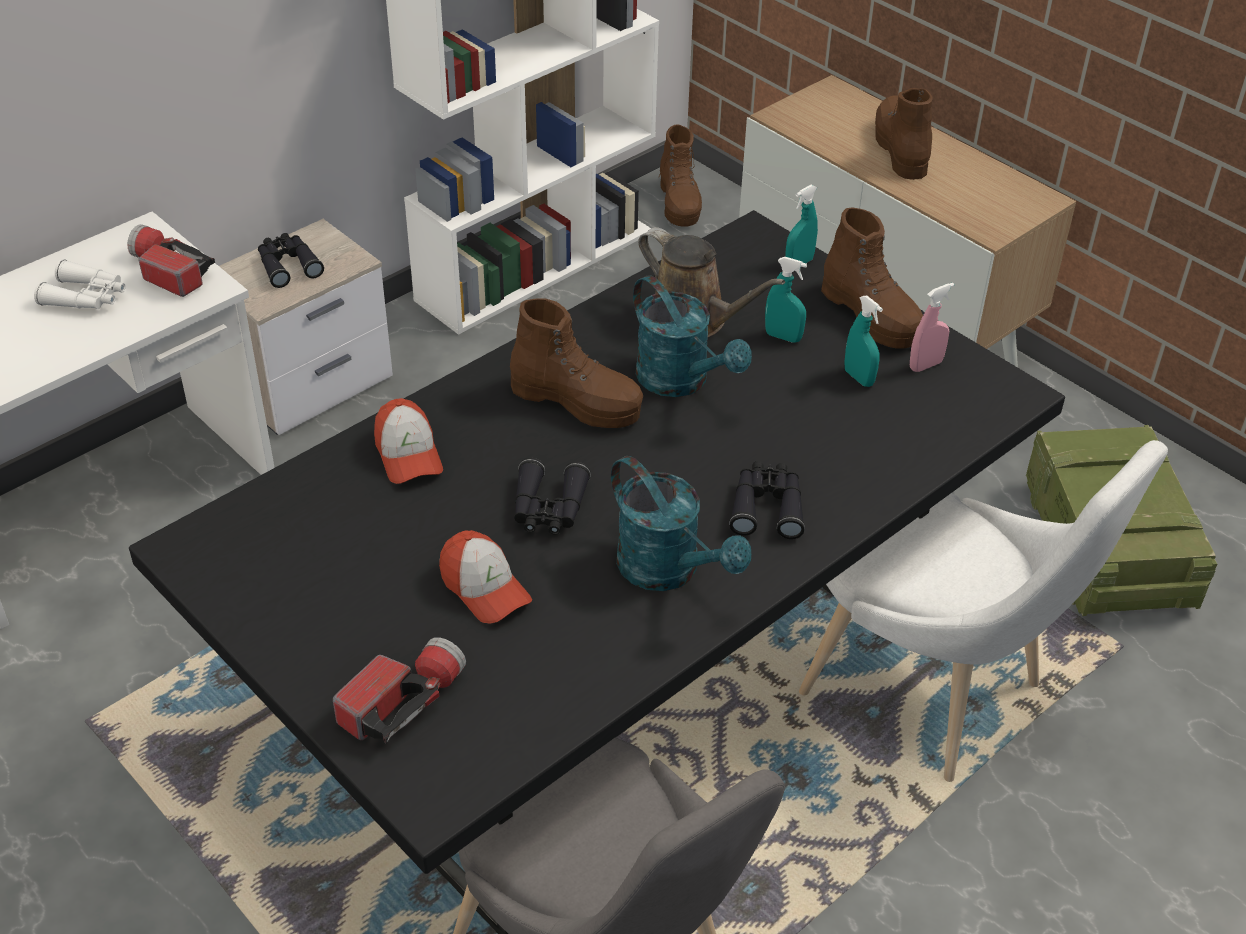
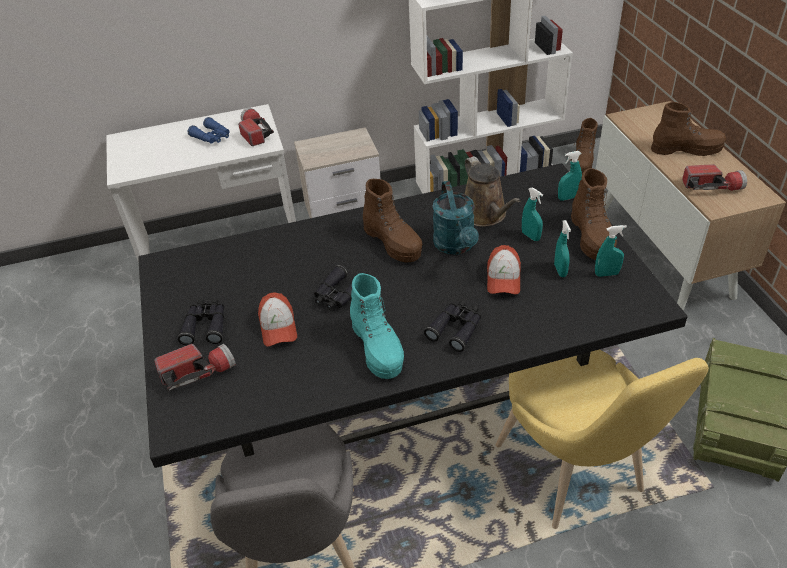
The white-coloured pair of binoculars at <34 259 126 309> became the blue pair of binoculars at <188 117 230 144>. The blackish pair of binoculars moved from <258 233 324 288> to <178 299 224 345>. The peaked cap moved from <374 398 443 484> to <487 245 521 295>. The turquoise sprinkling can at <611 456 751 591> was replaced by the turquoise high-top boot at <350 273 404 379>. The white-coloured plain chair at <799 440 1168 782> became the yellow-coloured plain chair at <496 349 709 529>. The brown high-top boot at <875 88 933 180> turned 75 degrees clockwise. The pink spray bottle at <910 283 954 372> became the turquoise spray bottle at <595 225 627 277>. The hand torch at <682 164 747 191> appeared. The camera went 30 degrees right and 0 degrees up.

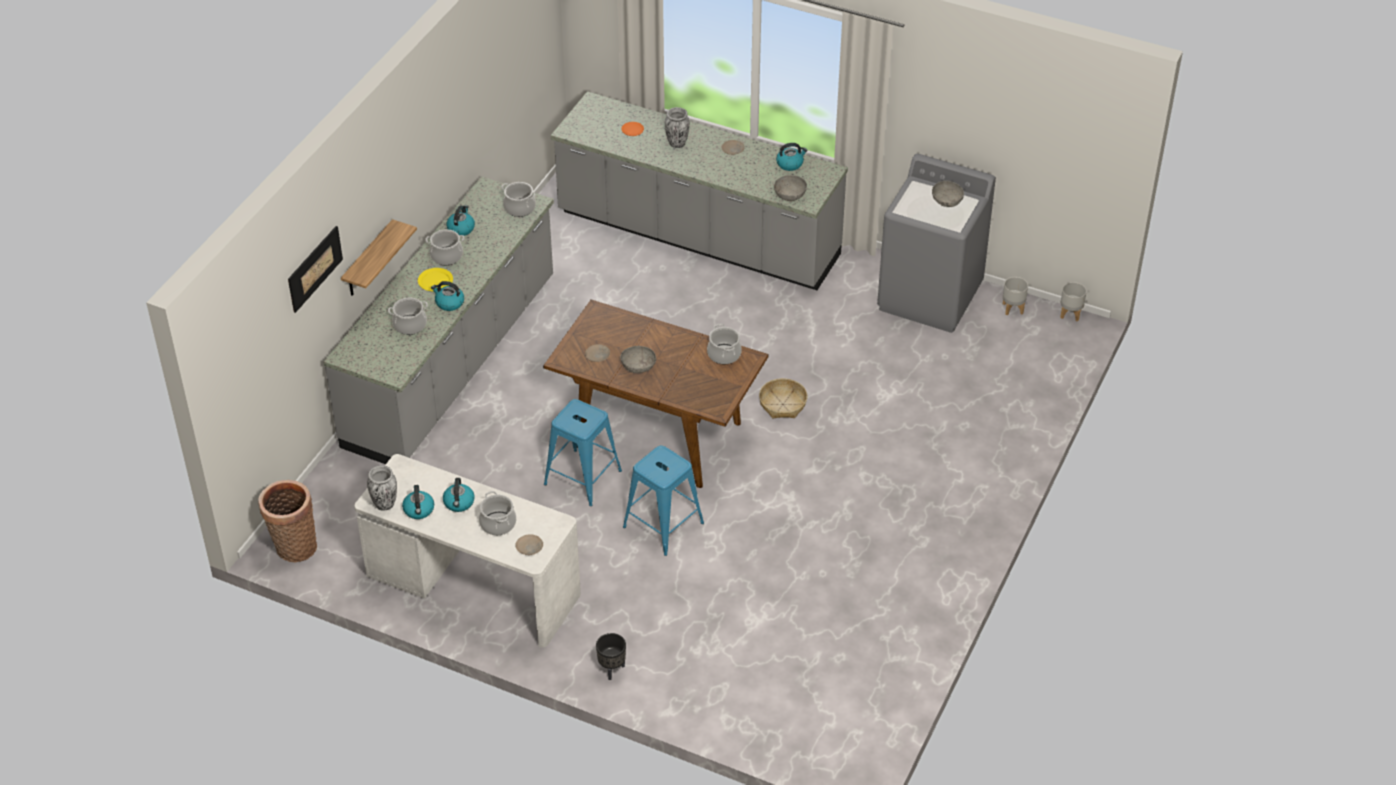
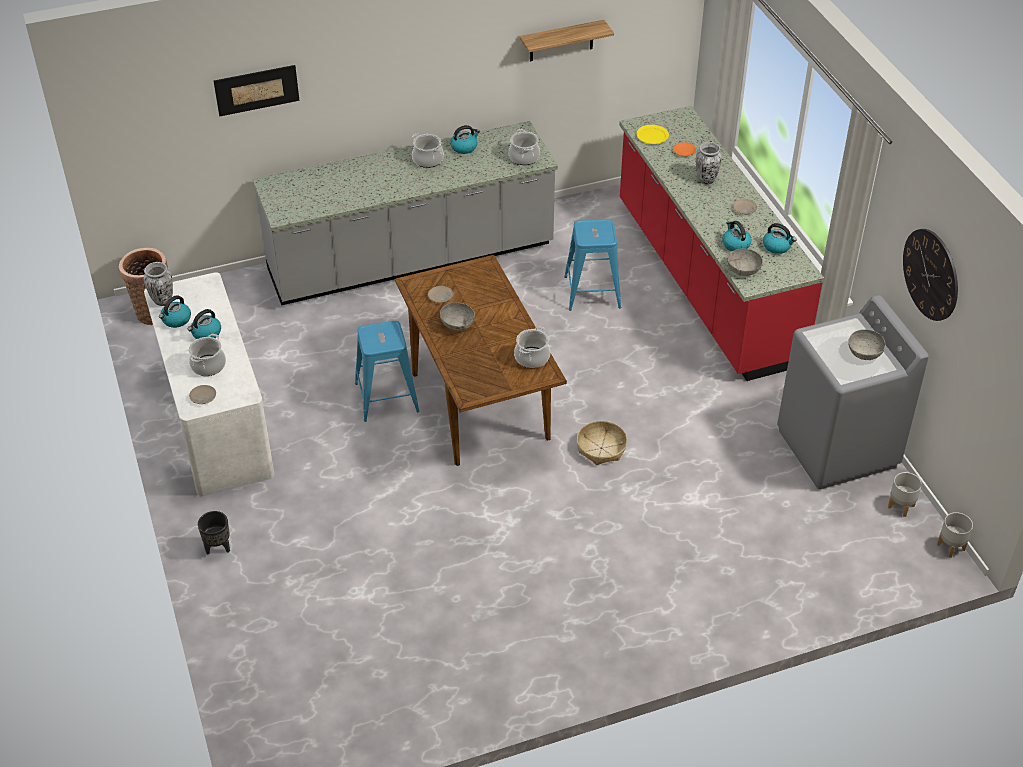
The shelf moved from <341 219 417 296> to <519 20 614 61>. The stockpot at <388 298 428 335> disappeared. The yellow-coloured flat dish moved from <418 268 453 291> to <636 125 669 144>. The tea kettle moved from <431 281 464 311> to <722 221 752 251>. The greyish kitchen counter at <551 91 848 290> became the red kitchen counter at <619 106 824 381>. The blue stool moved from <623 445 704 556> to <564 219 621 311>. The hanging clock at <903 229 958 321> appeared. The camera went 45 degrees right and 0 degrees up.

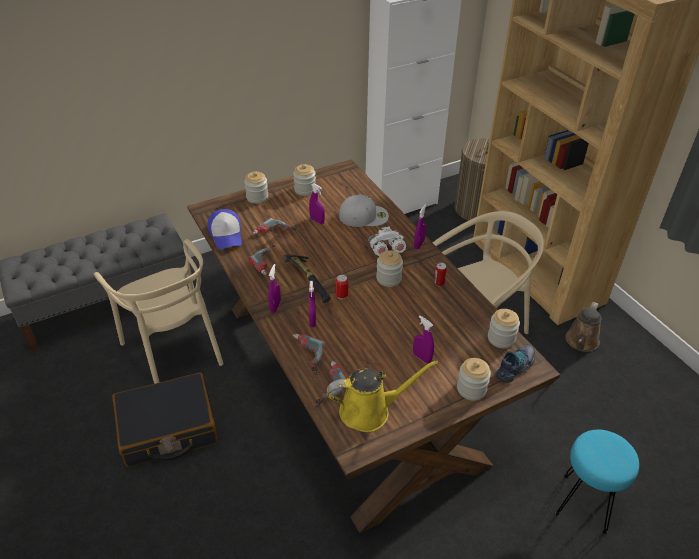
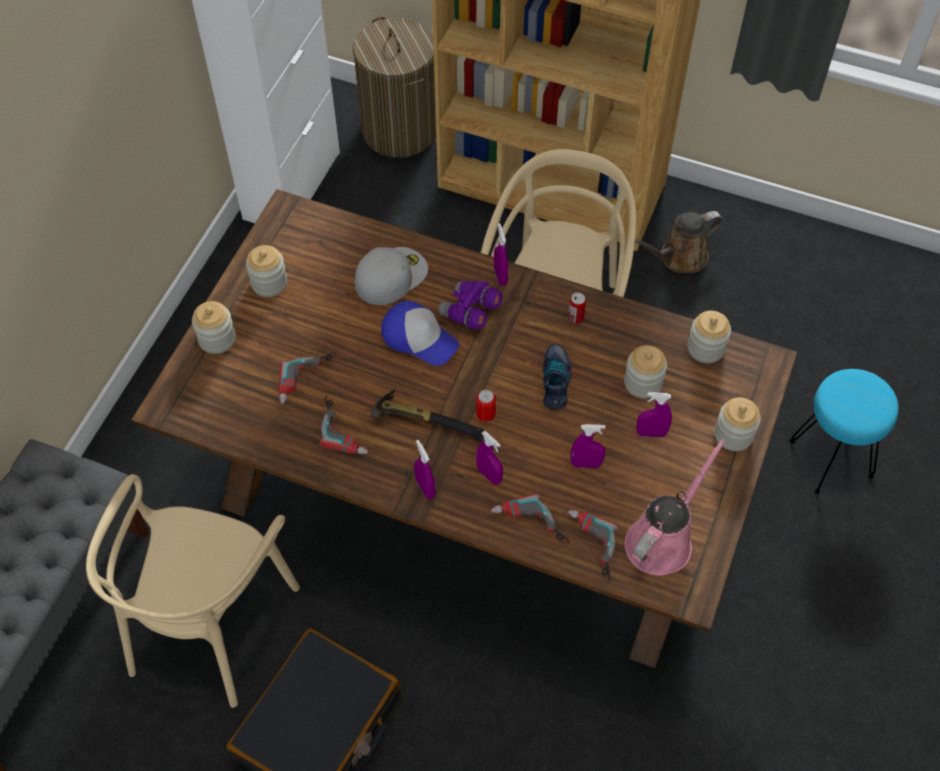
The sand-coloured plain chair at <94 239 224 384> turned 90 degrees clockwise. The peaked cap moved from <207 209 242 250> to <381 301 460 366>. The purplish spray bottle moved from <309 183 325 224> to <570 424 606 468>. The yellow-coloured sprinkling can at <327 360 438 432> became the pink sprinkling can at <625 438 726 576>. The white-coloured pair of binoculars at <368 226 406 256> became the purplish pair of binoculars at <439 280 503 329>. The preserve jar moved from <376 250 403 287> to <624 345 667 399>. The item of footwear moved from <496 345 535 383> to <542 344 572 410>. The brown sprinkling can at <566 302 602 352> turned 75 degrees clockwise. The camera went 40 degrees left and 15 degrees up.

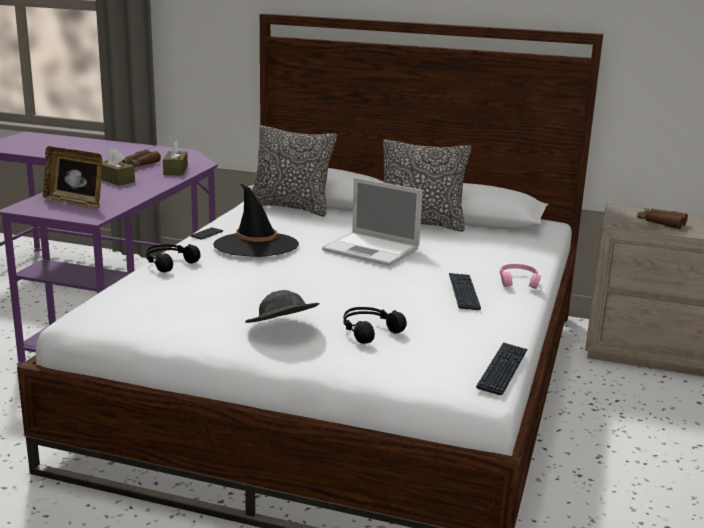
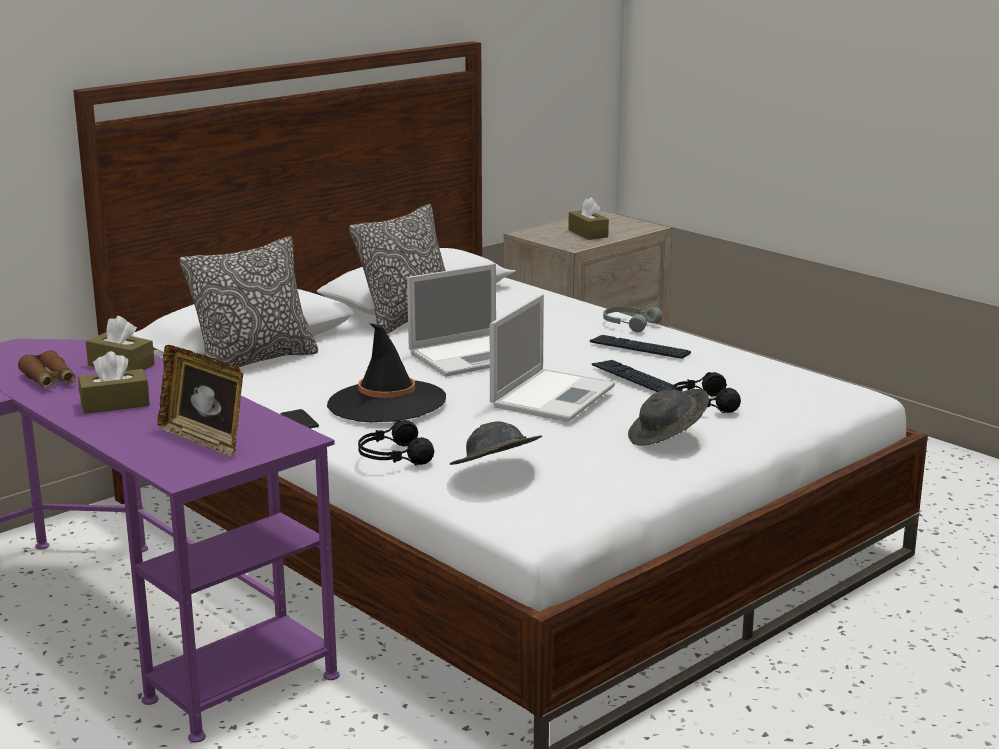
The standing frame at <43 146 102 209> turned 75 degrees clockwise. The computer keyboard moved from <476 342 528 395> to <592 360 683 392>. The pink pair of headphones at <500 264 541 289> became the greyish pair of headphones at <603 306 662 332>. The brown pair of binoculars at <637 208 688 229> was replaced by the brown box of tissues at <568 197 609 240>. The greyish hat at <450 421 542 465> appeared. The notebook computer at <490 294 615 422> appeared. The camera went 60 degrees left and 0 degrees up.

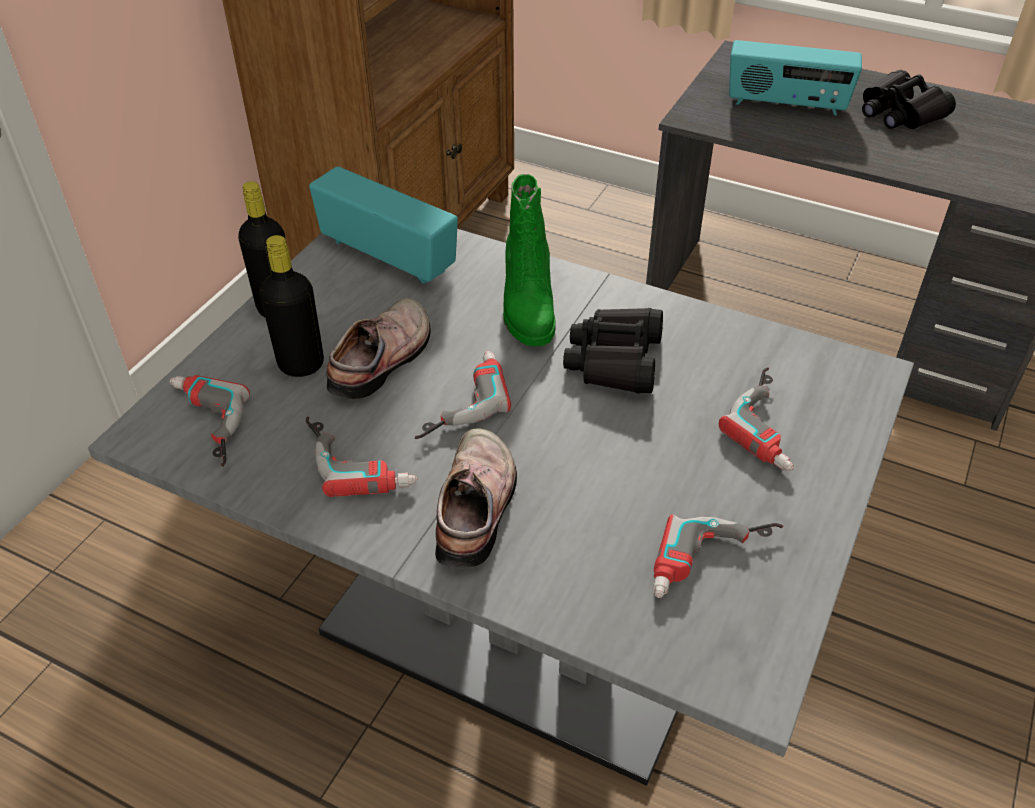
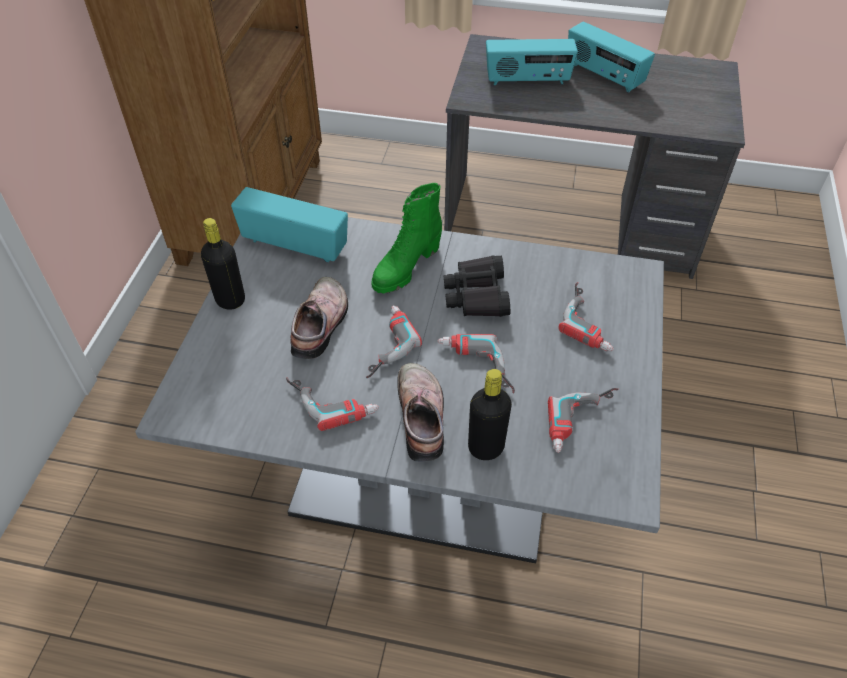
The drill moved from <169 375 250 467> to <438 334 515 393>. The blackish drink bottle moved from <260 235 324 377> to <468 369 512 460>. The greenish high-top boot at <503 174 556 347> turned 60 degrees clockwise. The blackish pair of binoculars at <862 70 956 129> was replaced by the radio receiver at <568 22 655 93>. The camera went 15 degrees left and 5 degrees up.

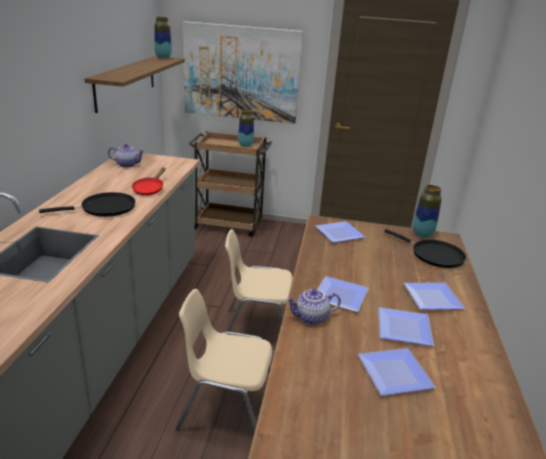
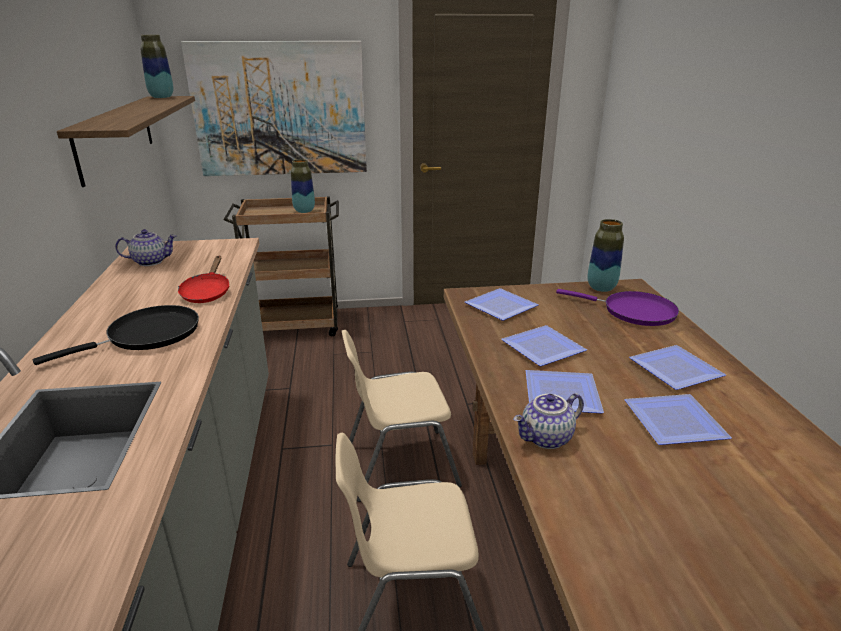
The flat dish moved from <358 348 436 396> to <501 325 587 366>. The blackish skillet at <384 229 466 268> became the purplish skillet at <556 289 679 326>. The camera went 15 degrees left and 0 degrees up.

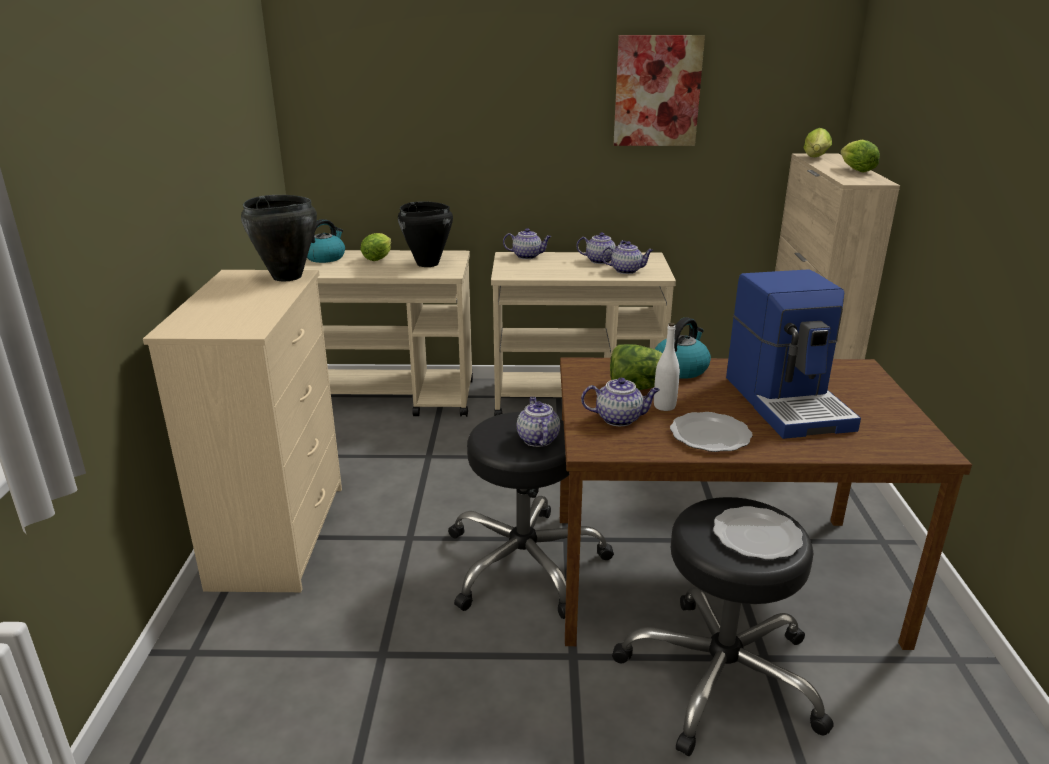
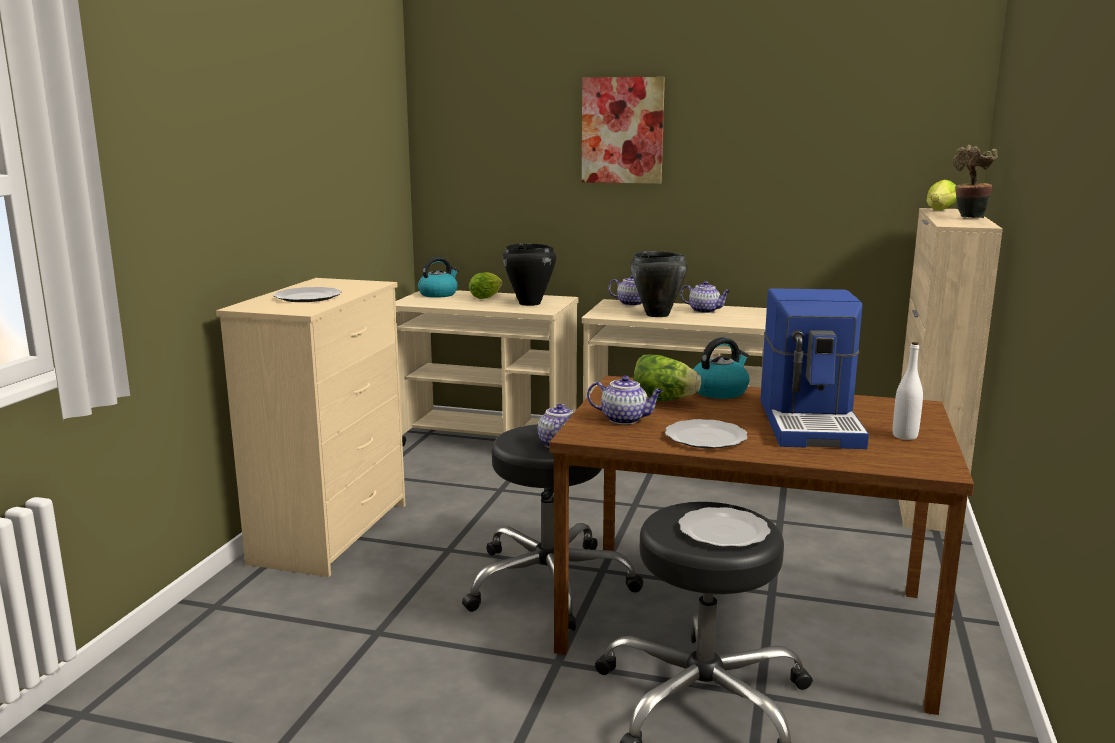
The blackish stockpot moved from <241 195 317 282> to <630 251 688 317>. The tea pot at <601 241 653 274> disappeared. The wall art moved from <613 35 705 146> to <582 77 665 184>. The white-coloured drink bottle moved from <654 323 680 411> to <893 342 923 440>. The lettuce at <840 140 880 172> was replaced by the plant in a pot at <953 145 998 218>. The flat dish at <273 287 342 302> appeared. The camera went 15 degrees right and 10 degrees down.

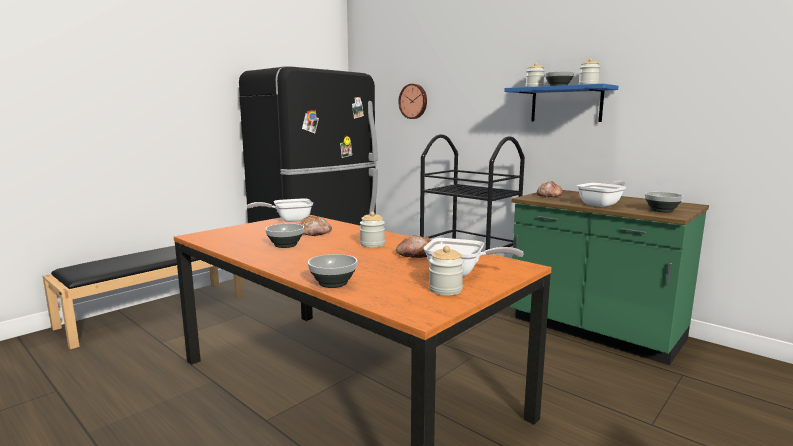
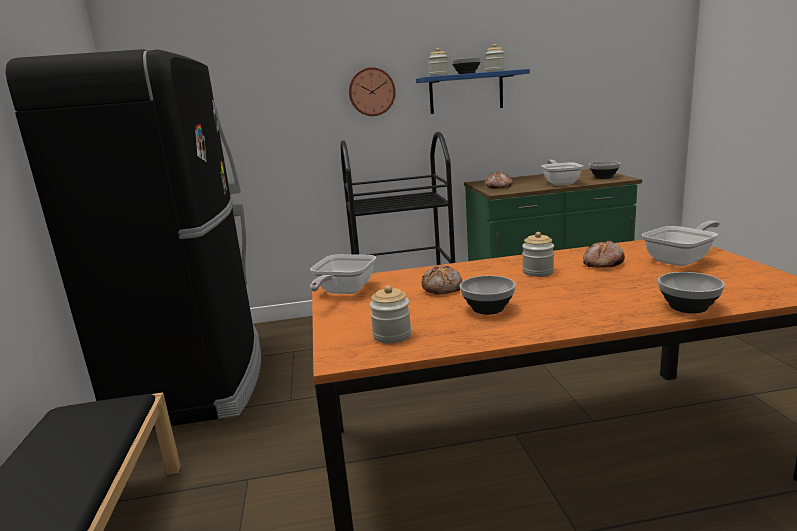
The hanging clock moved from <398 84 427 119> to <349 67 396 116>. The preserve jar moved from <429 246 464 296> to <370 286 411 343>. The camera went 50 degrees left and 5 degrees up.

